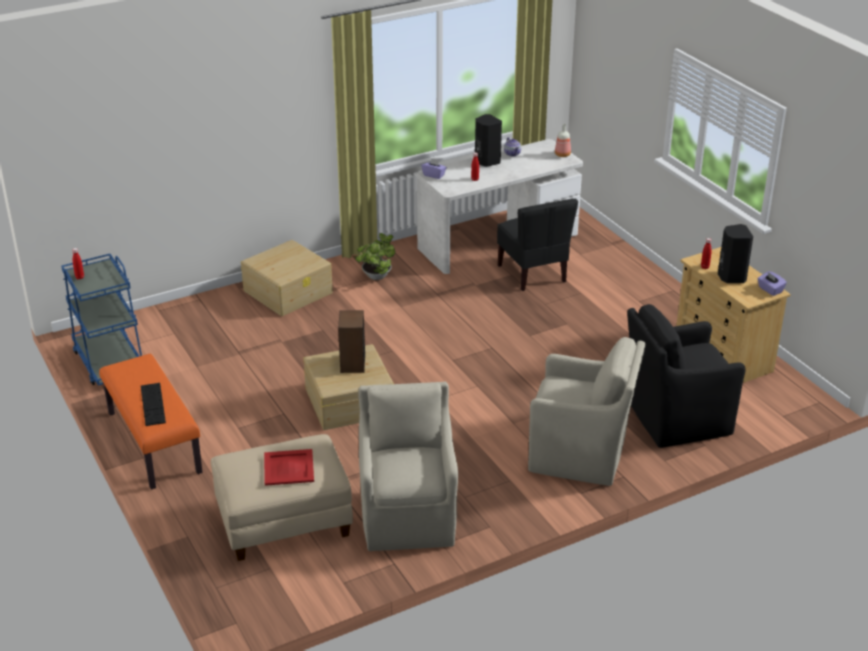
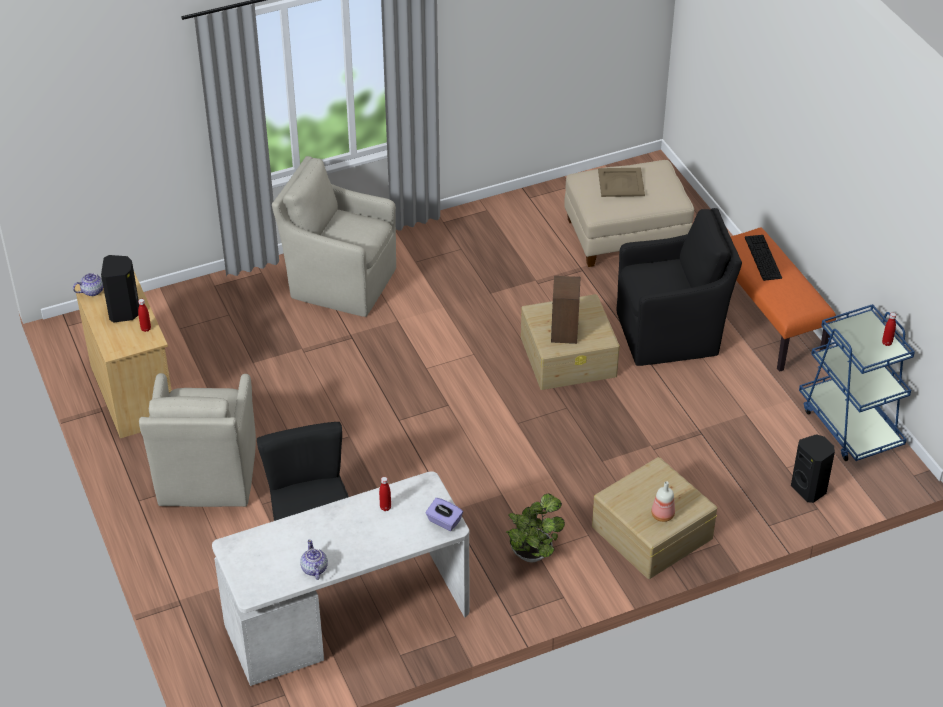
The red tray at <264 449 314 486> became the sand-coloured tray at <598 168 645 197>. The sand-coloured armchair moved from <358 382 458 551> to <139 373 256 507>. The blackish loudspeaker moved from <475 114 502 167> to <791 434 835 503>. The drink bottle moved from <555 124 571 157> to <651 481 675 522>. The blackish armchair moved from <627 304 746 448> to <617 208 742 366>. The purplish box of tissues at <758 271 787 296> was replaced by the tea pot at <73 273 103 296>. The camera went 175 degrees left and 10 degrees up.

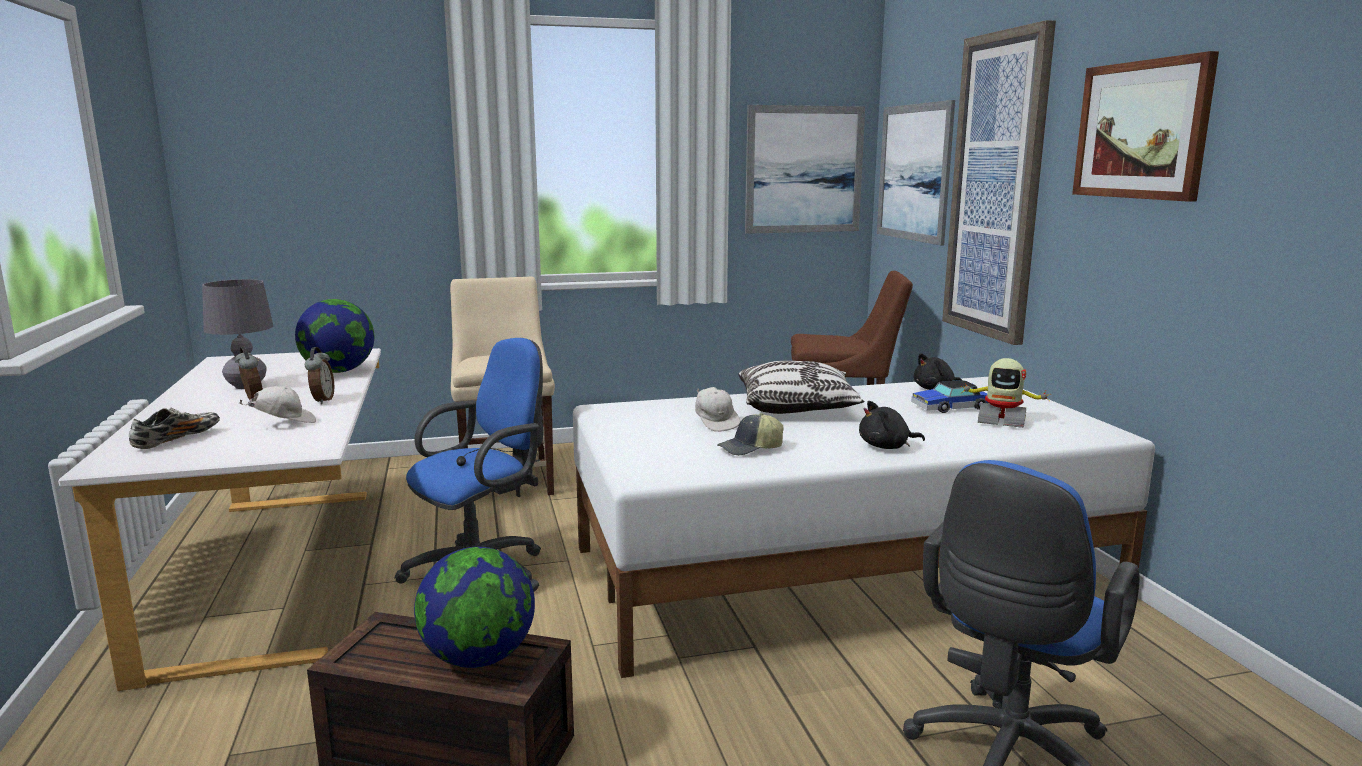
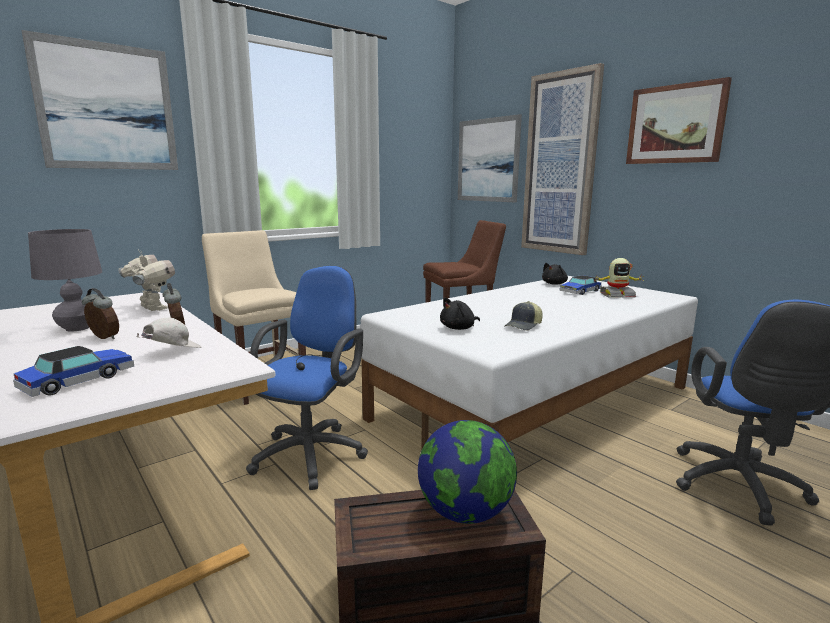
The item of footwear at <129 408 220 449> was replaced by the model car at <13 346 134 397>. The desk globe at <295 299 374 373> was replaced by the model robot at <118 250 175 311>. The white-coloured peaked cap at <695 387 740 432> disappeared. The throw pillow at <738 361 864 414> disappeared. The wall art moved from <745 105 865 234> to <22 30 178 170>. The blackish soft toy moved from <859 401 925 449> to <440 298 480 330>. The camera went 25 degrees left and 0 degrees up.

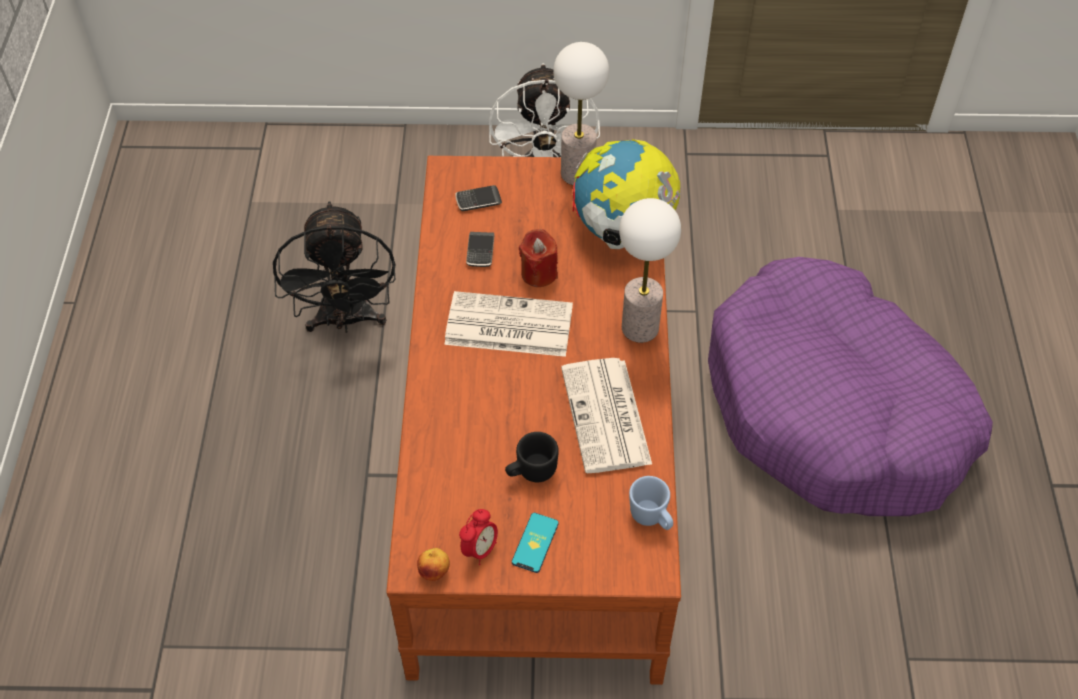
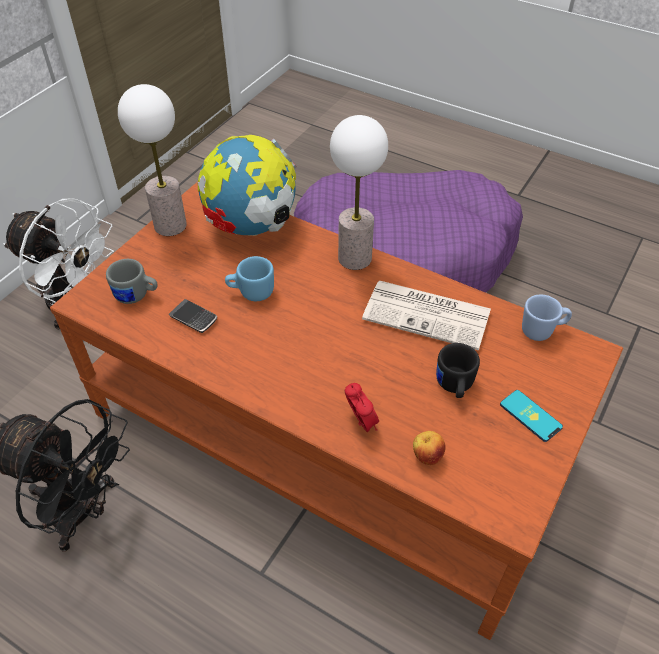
The apple fruit moved from <417 548 450 581> to <413 431 446 465>. The newspaper at <444 291 573 357> disappeared. The handset at <455 185 502 211> was replaced by the greyish tea mug at <106 259 158 304>. The bedside clock moved from <459 509 498 565> to <345 383 379 432>. The red wax candle at <519 229 558 287> was replaced by the blue tea mug at <225 256 274 301>. The camera went 60 degrees left and 5 degrees down.

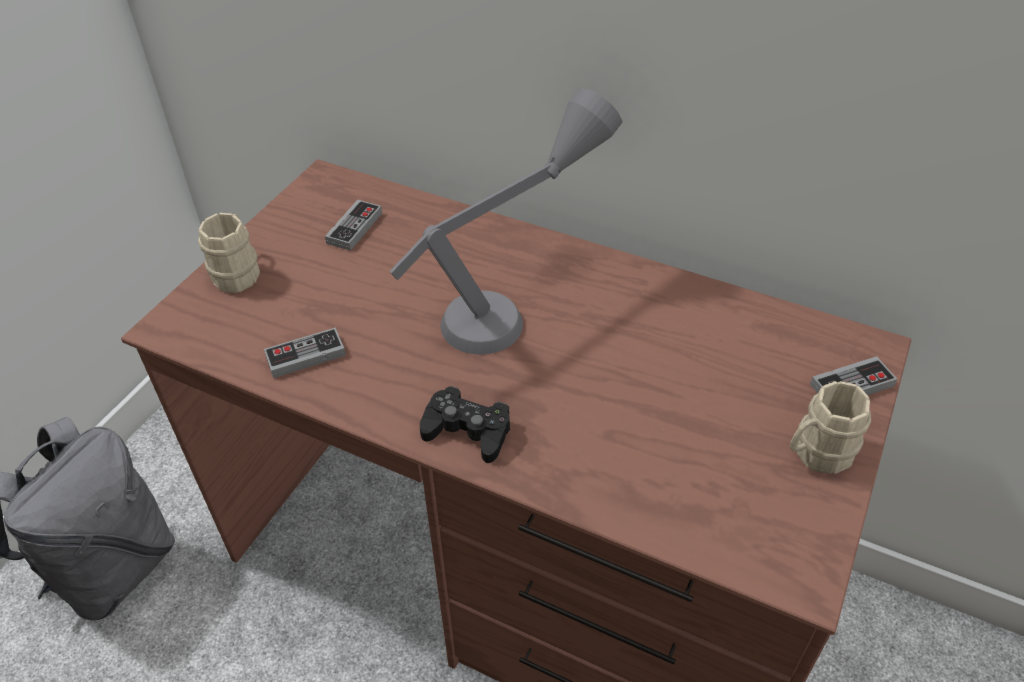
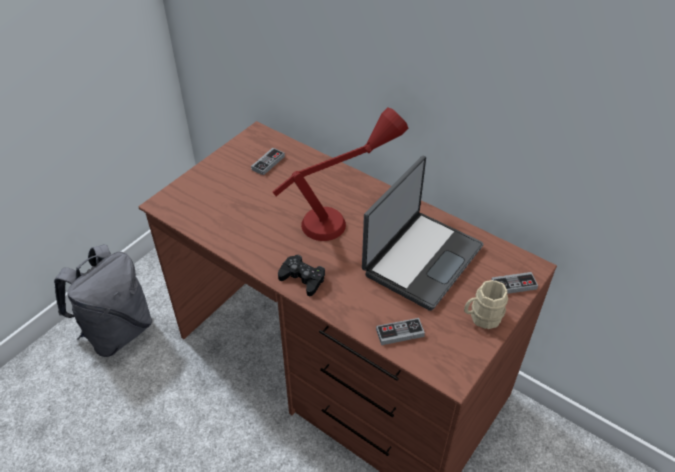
The sand-coloured tea mug at <198 213 260 293> disappeared. The gamepad moved from <264 327 346 378> to <376 318 425 345>. The greyish lamp for a table at <389 88 622 355> became the red lamp for a table at <272 107 408 241>. The notebook computer at <362 156 483 311> appeared. The camera went 10 degrees right and 0 degrees up.

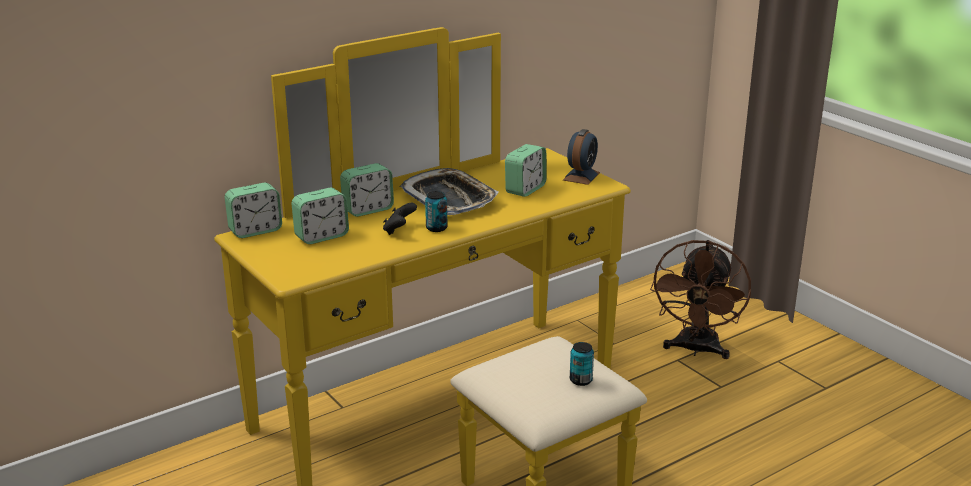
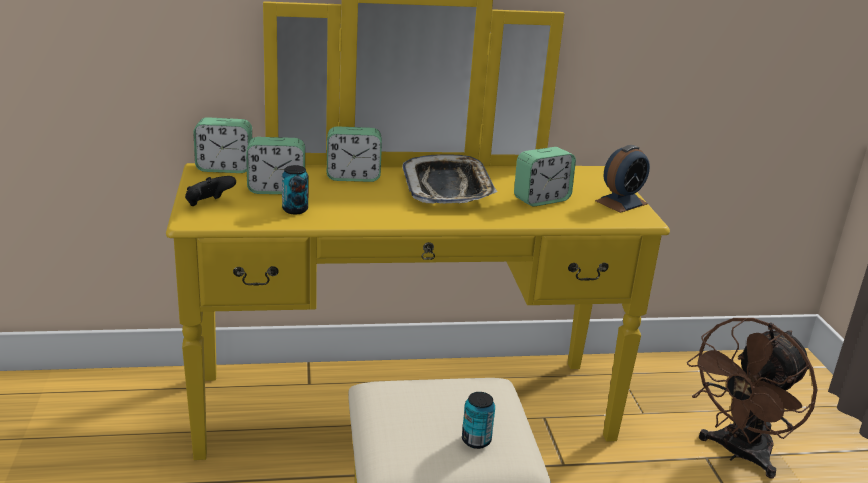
The blackish gamepad moved from <383 203 417 235> to <185 176 236 206>. The metal can moved from <425 191 447 232> to <282 165 308 214>. The camera went 25 degrees right and 0 degrees up.

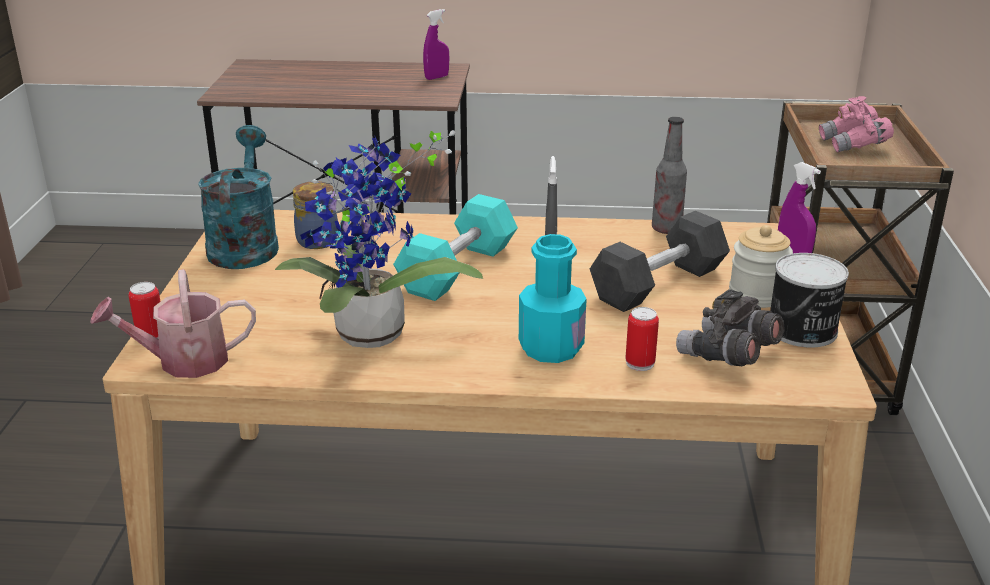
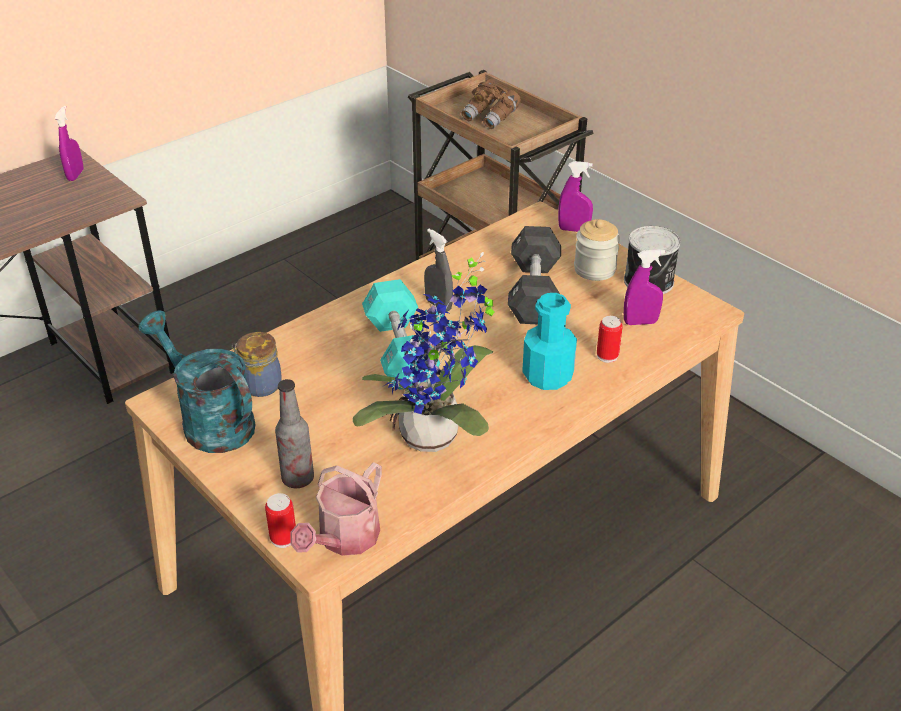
The drink bottle moved from <652 117 687 234> to <275 379 314 488>. The greyish pair of binoculars at <676 289 785 366> was replaced by the purplish spray bottle at <624 249 665 325>. The pink pair of binoculars at <819 96 894 153> became the brown pair of binoculars at <461 79 521 129>. The camera went 45 degrees left and 10 degrees up.

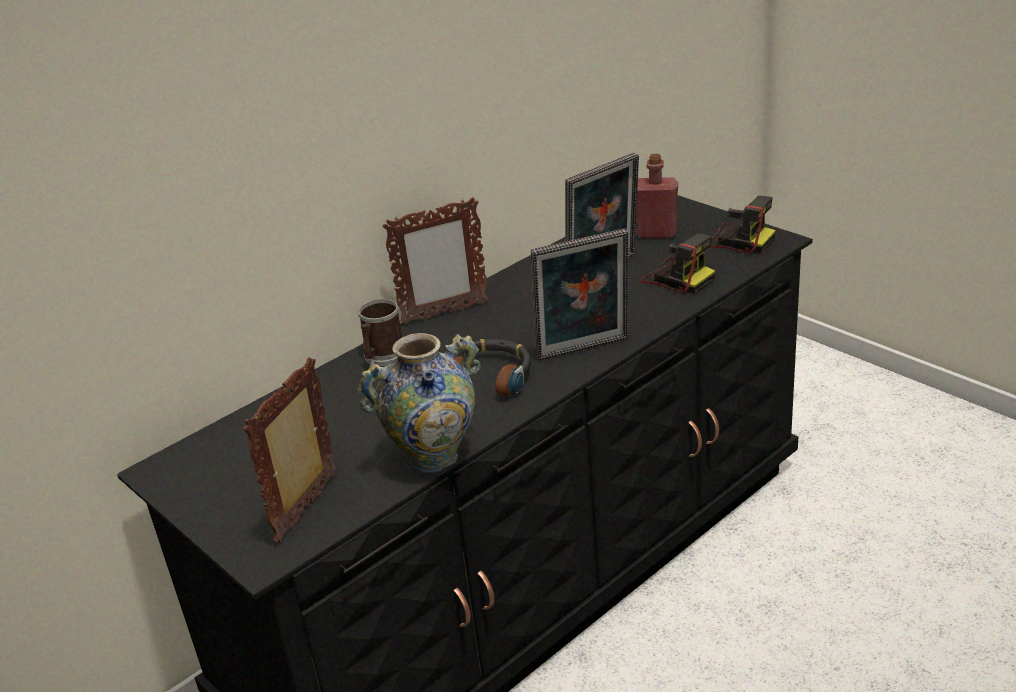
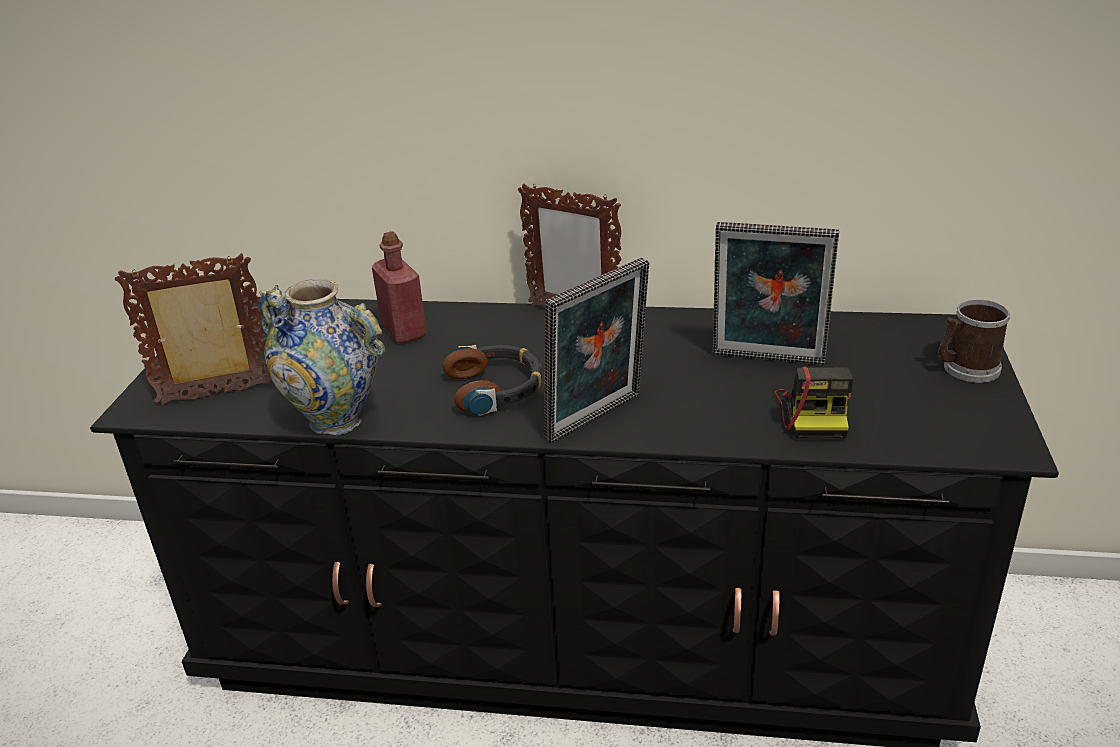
The tea mug moved from <358 299 403 366> to <938 300 1010 383>. The standing frame at <531 228 629 361> turned 75 degrees counterclockwise. The red drink bottle moved from <636 154 678 238> to <372 231 427 343>. The photo camera at <710 196 776 253> disappeared. The camera went 50 degrees right and 0 degrees up.

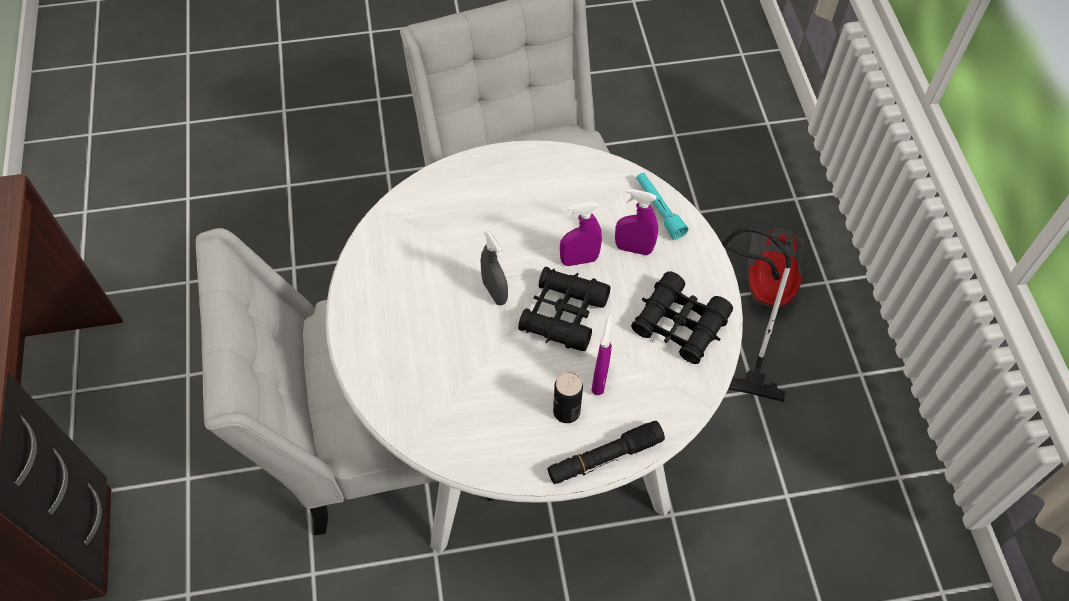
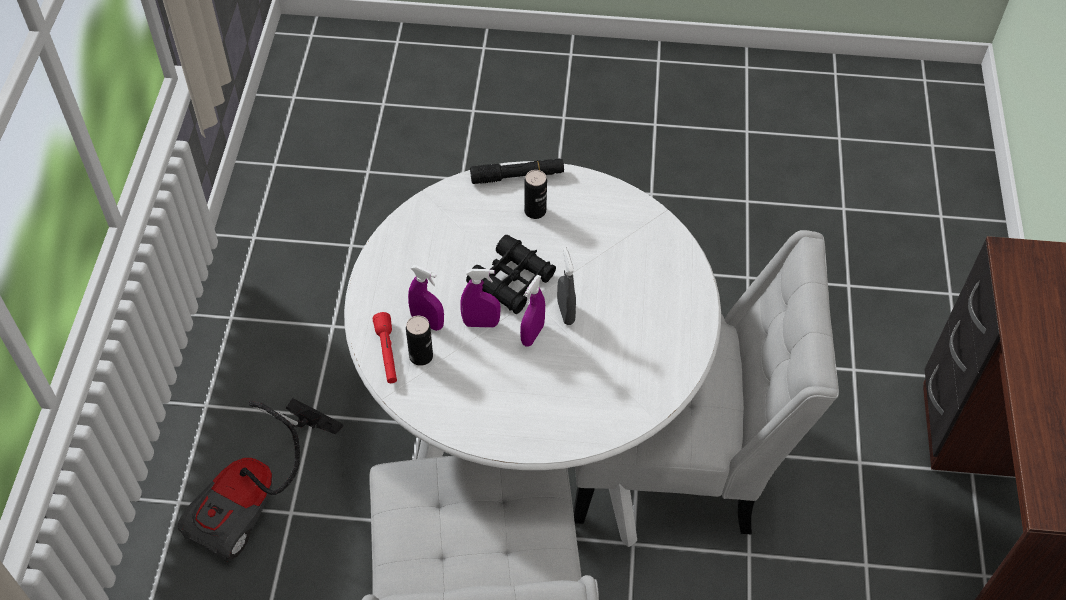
The purplish spray bottle moved from <592 315 612 395> to <520 275 545 347>. The blackish pair of binoculars at <631 271 733 364> disappeared. The turquoise hand torch at <636 173 689 240> became the red hand torch at <373 312 397 383>. The metal can at <406 316 433 366> appeared. The camera went 165 degrees left and 5 degrees down.

